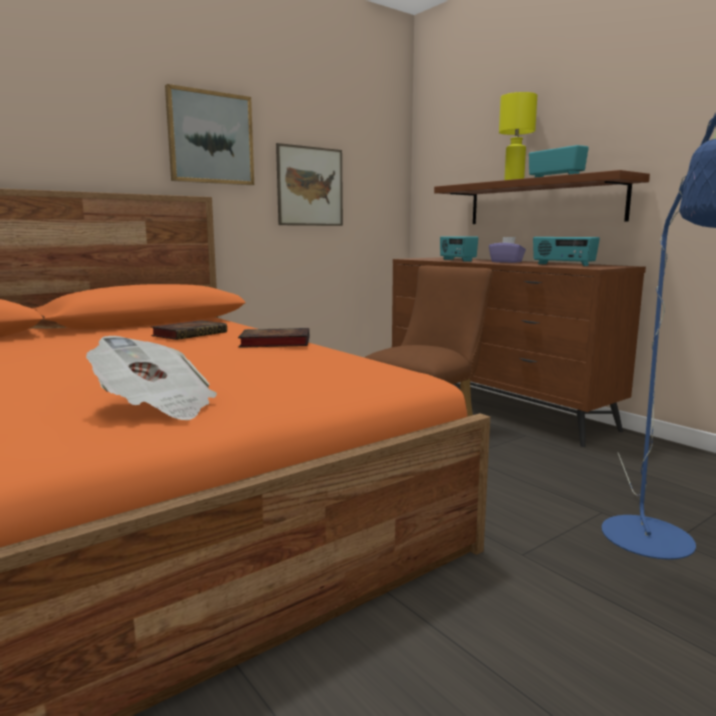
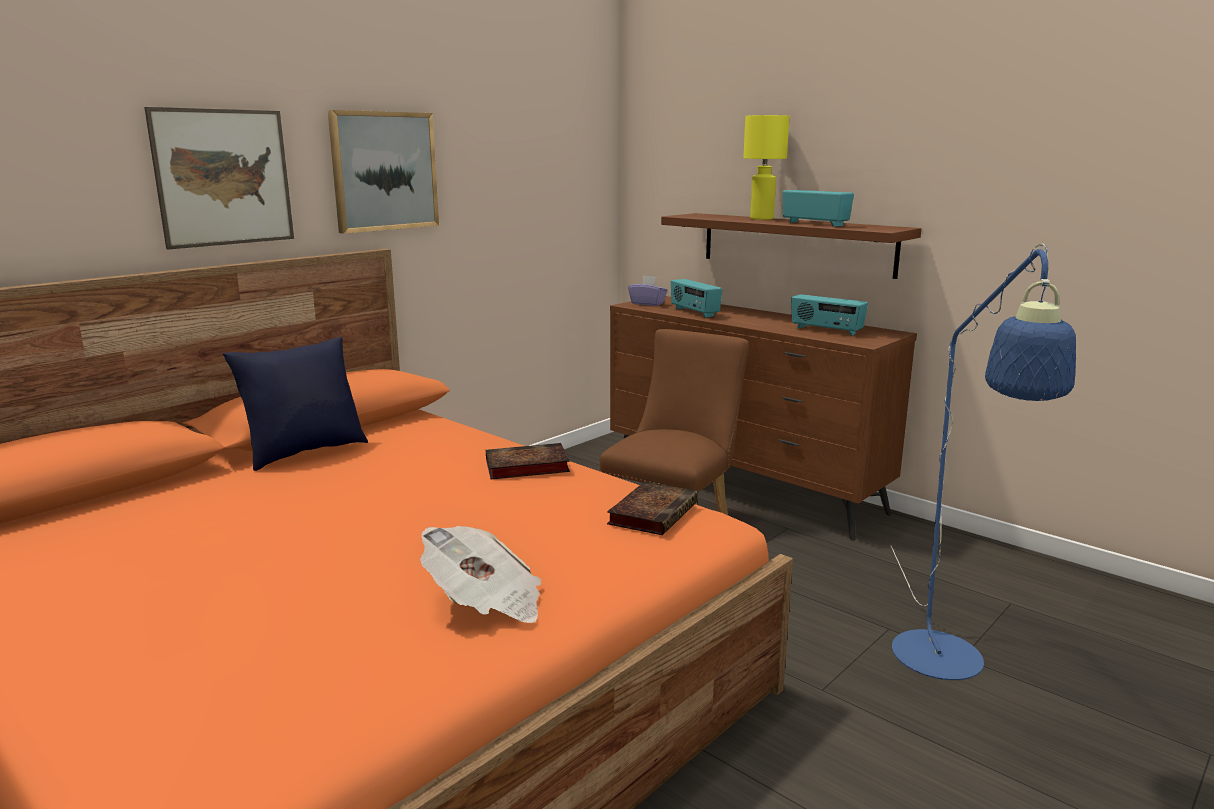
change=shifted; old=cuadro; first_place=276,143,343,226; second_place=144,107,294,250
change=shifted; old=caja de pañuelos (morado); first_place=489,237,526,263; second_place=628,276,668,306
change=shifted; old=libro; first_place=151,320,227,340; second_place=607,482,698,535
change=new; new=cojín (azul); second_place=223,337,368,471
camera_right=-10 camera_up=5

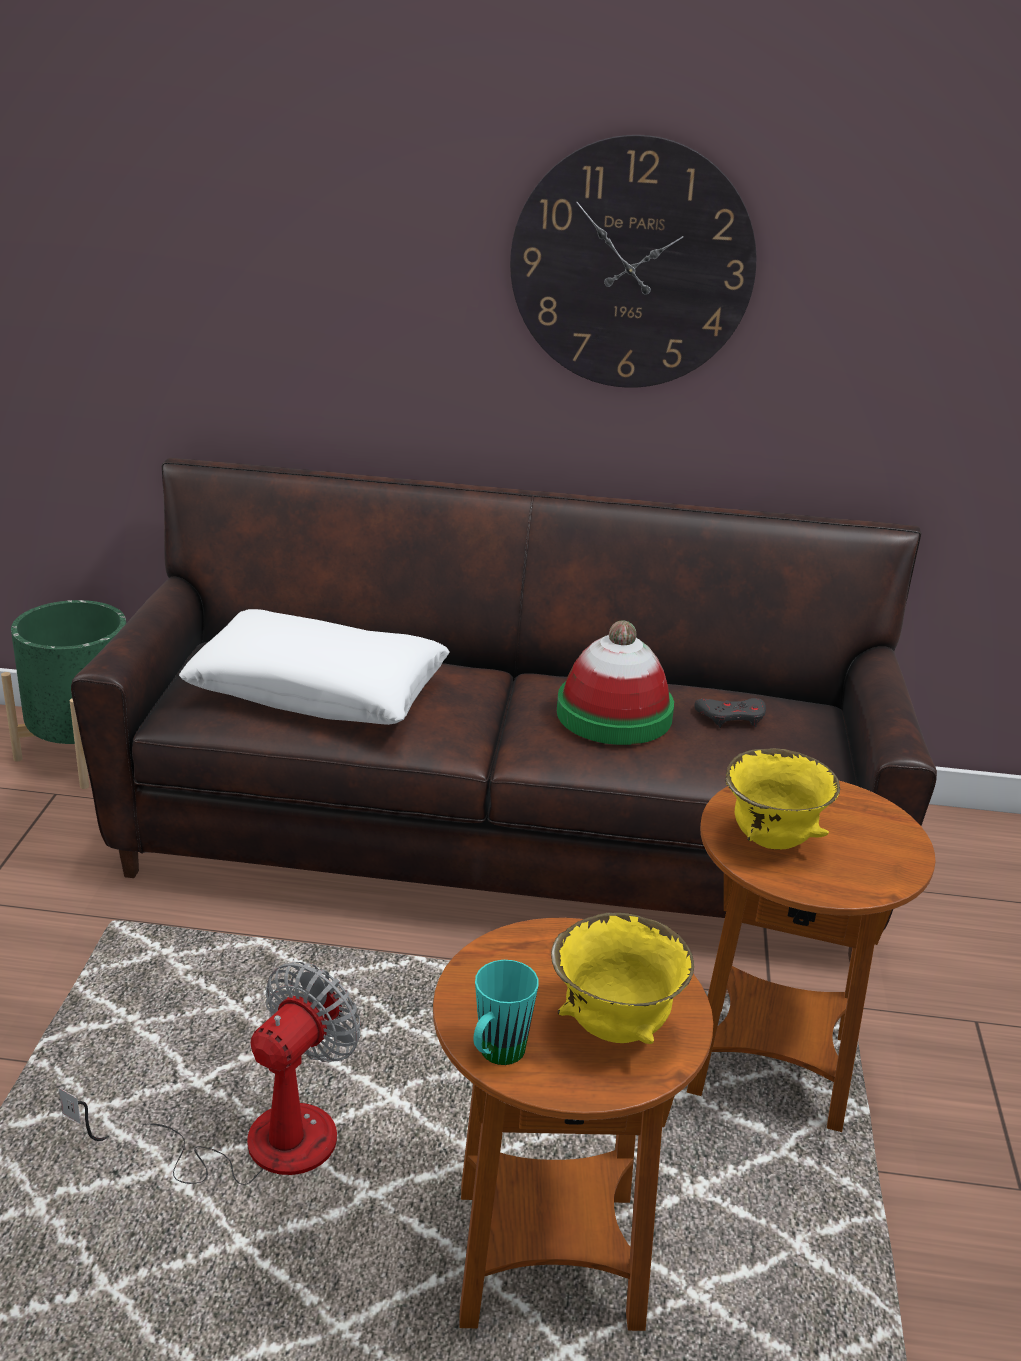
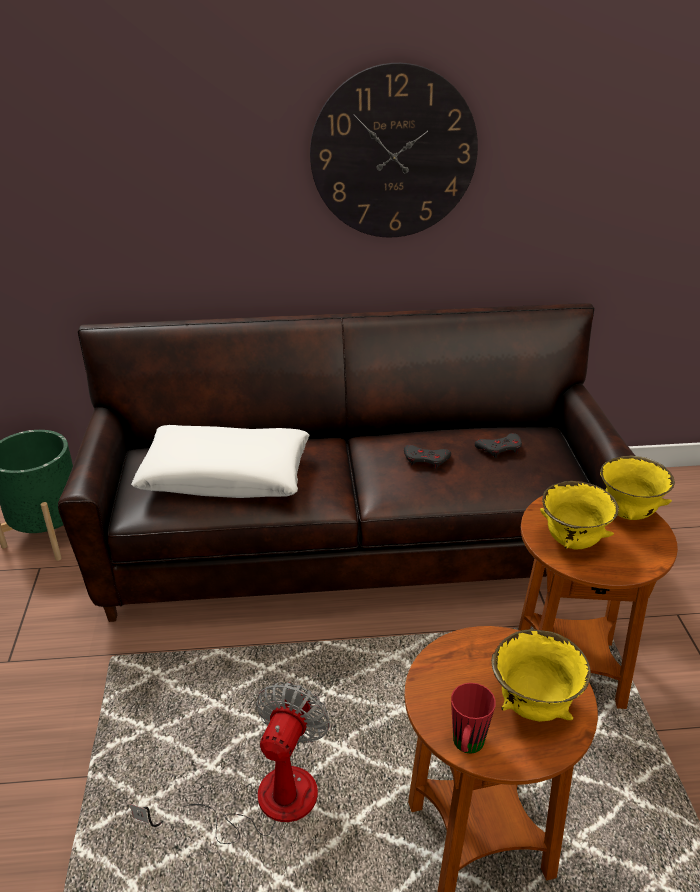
change=swapped; old=sombrero; new=mando de consola (gris); first_place=557,620,674,745; second_place=404,445,451,469
change=repainted; old=taza grande (turquesa); new=taza grande (rojo); first_place=473,960,539,1065; second_place=451,683,496,754
change=new; new=cuenco (amarillo); second_place=600,456,675,520
camera_right=-10 camera_up=5

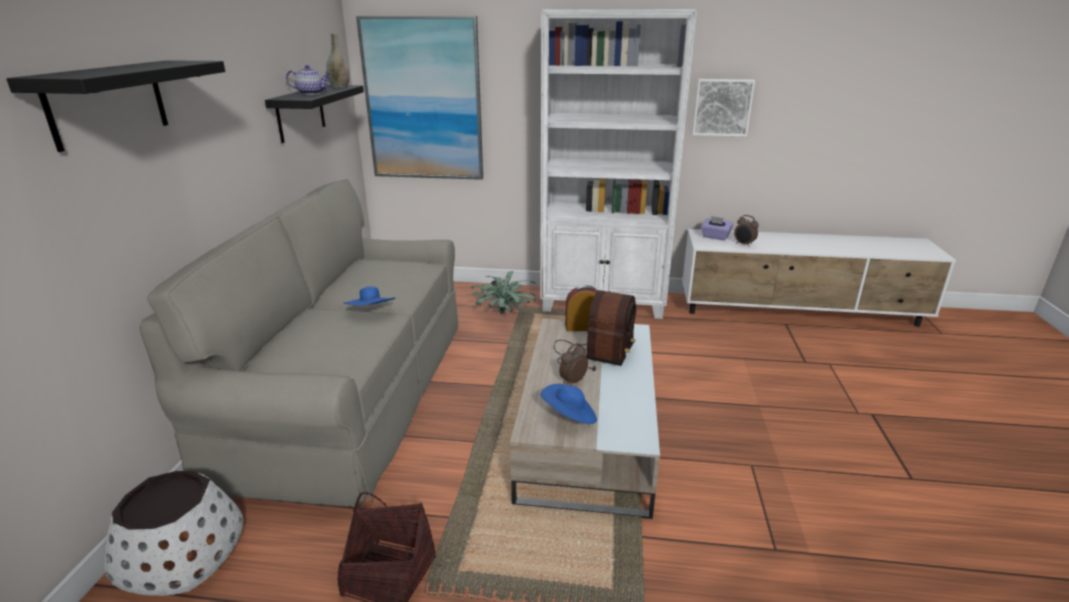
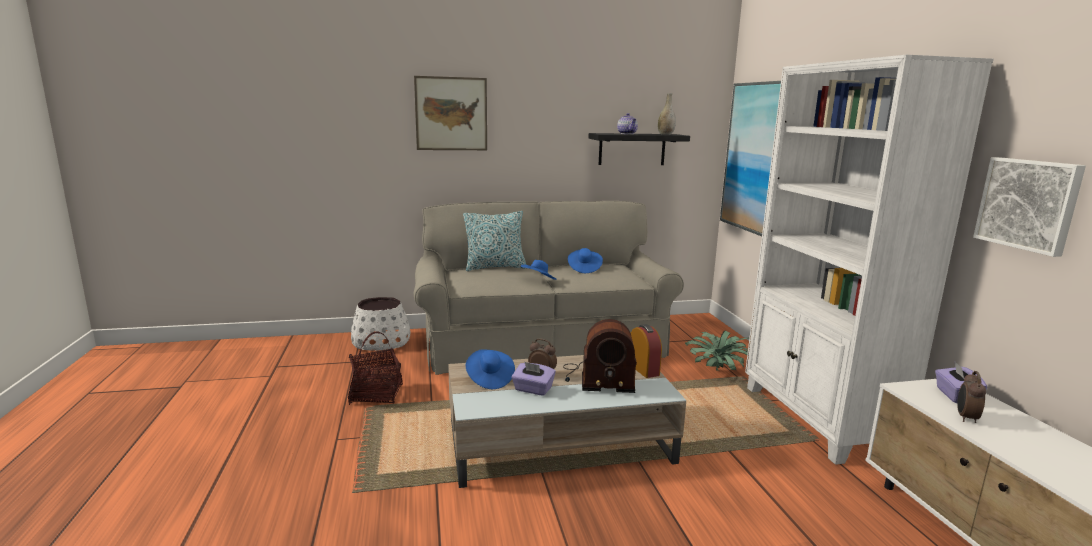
change=swapped; old=estante (negro); new=cuadro; first_place=6,60,225,152; second_place=414,76,487,150
change=new; new=cojín; second_place=463,211,526,271
change=new; new=sombrero (azul); second_place=568,248,603,273
change=new; new=caja de pañuelos (morado); second_place=511,362,556,396
camera_right=70 camera_up=-10

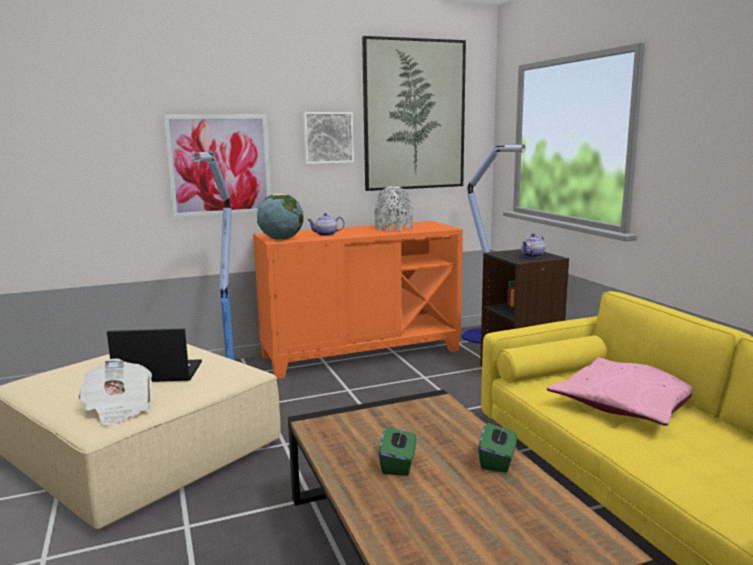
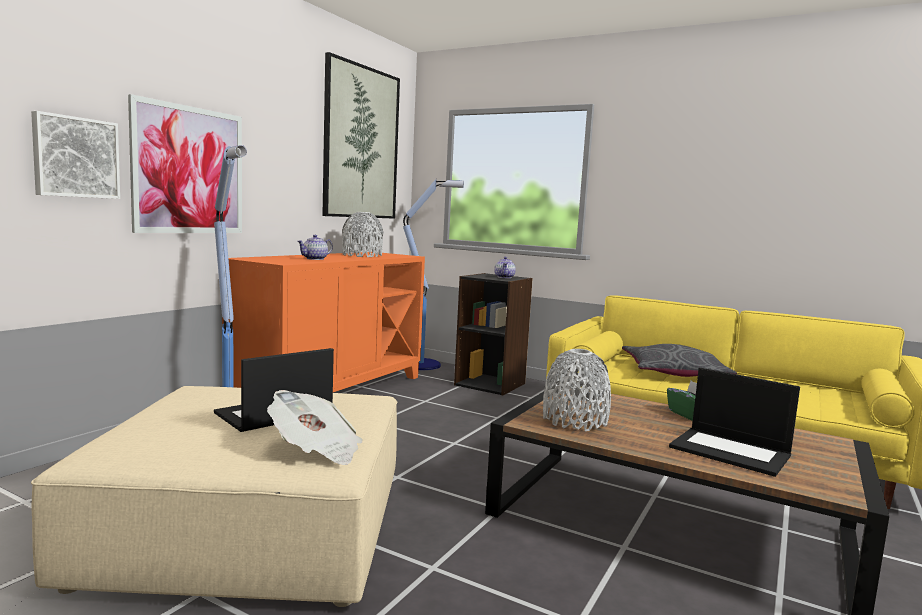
change=shifted; old=cuadro; first_place=303,112,354,164; second_place=31,111,120,199
change=gone; old=globo terráqueo; first_place=257,193,303,240
change=repainted; old=cojín (rosa); new=cojín (gris); first_place=547,357,693,426; second_place=622,344,737,377
change=gone; old=caja de pañuelos (verde); first_place=379,427,416,476
change=new; new=florero (gris); second_place=543,349,611,431
change=new; new=portátil; second_place=669,368,800,477
camera_right=-40 camera_up=-5

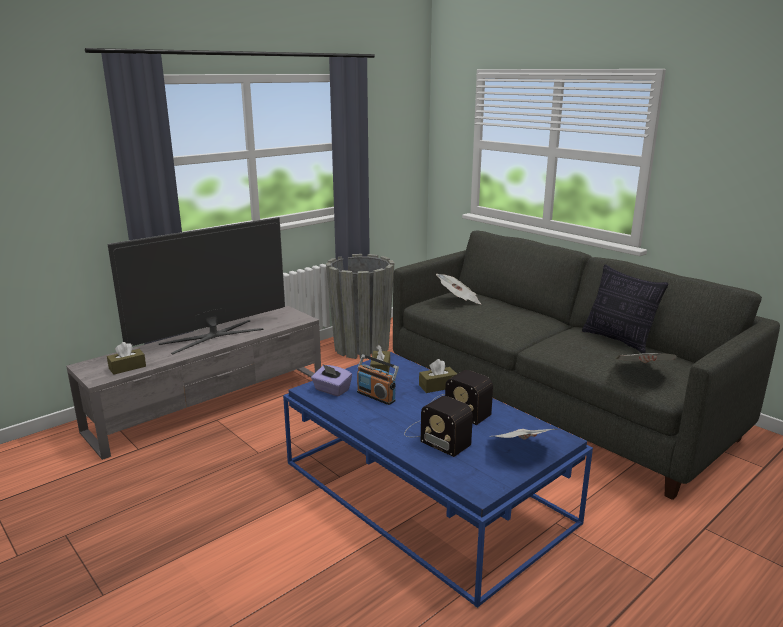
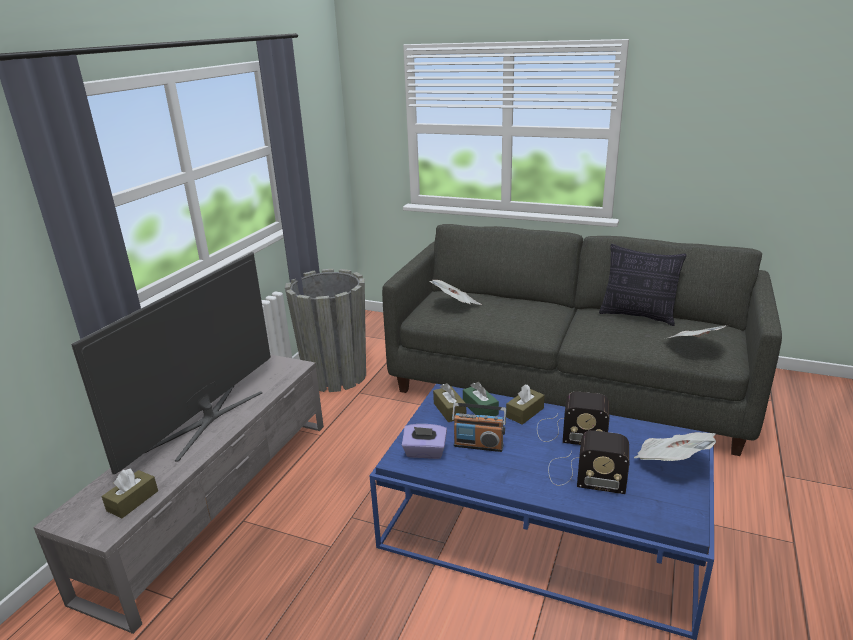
change=new; new=caja de pañuelos (verde); second_place=463,382,499,416
camera_right=-25 camera_up=5

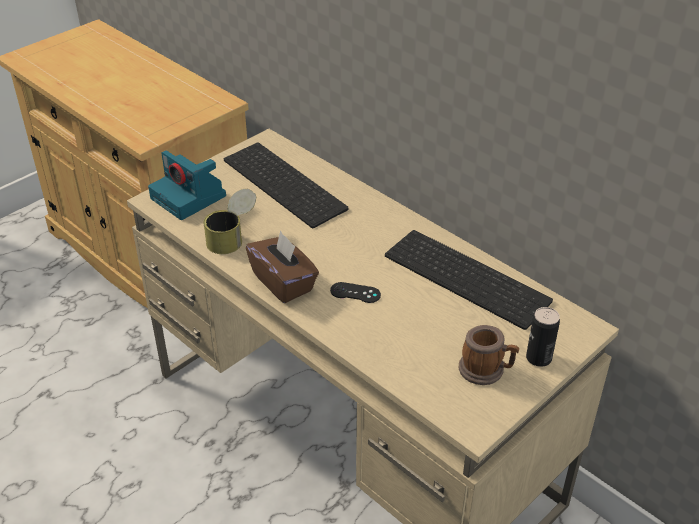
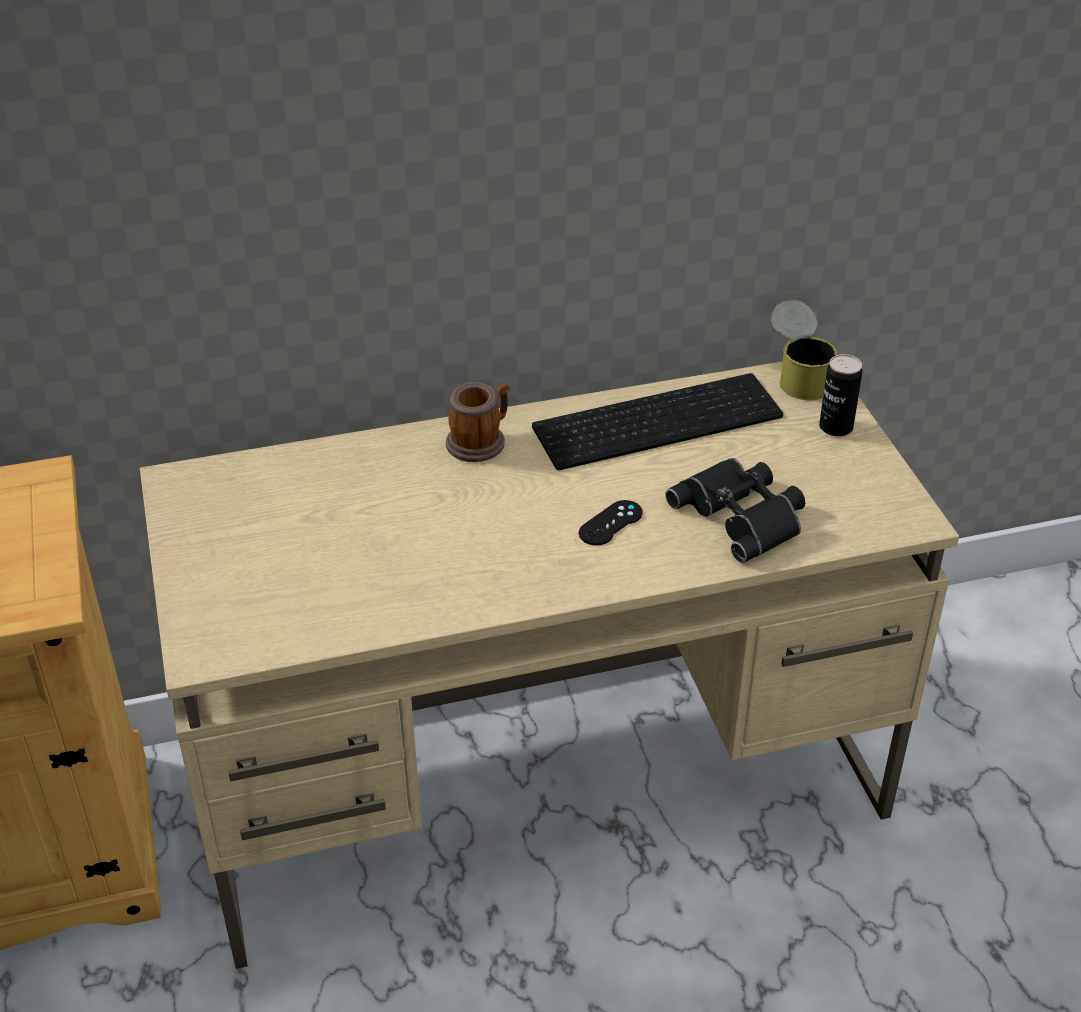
change=gone; old=teclado; first_place=224,143,348,228
change=gone; old=cámara; first_place=148,150,226,220
change=shifted; old=lata; first_place=203,189,256,254; second_place=771,300,838,400
change=gone; old=caja de pañuelos (marrón); first_place=246,230,319,303
change=shifted; old=taza grande; first_place=459,325,519,385; second_place=446,382,510,462
change=new; new=prismáticos (negro); second_place=665,458,805,563
camera_right=-60 camera_up=0

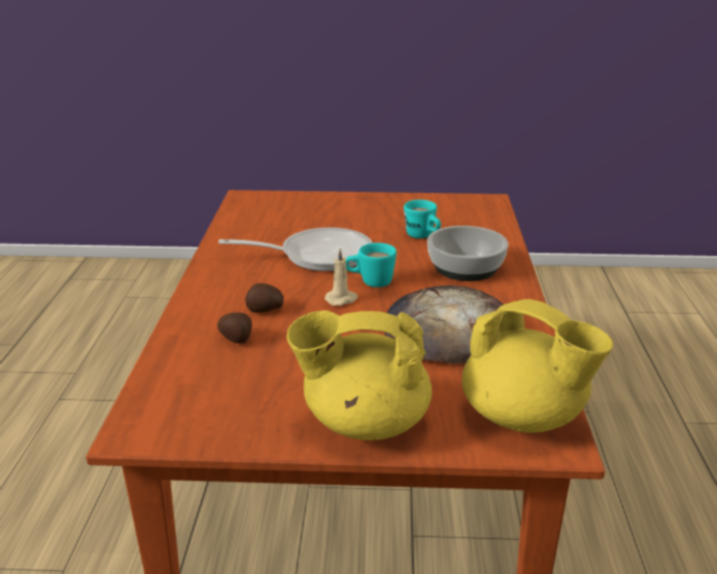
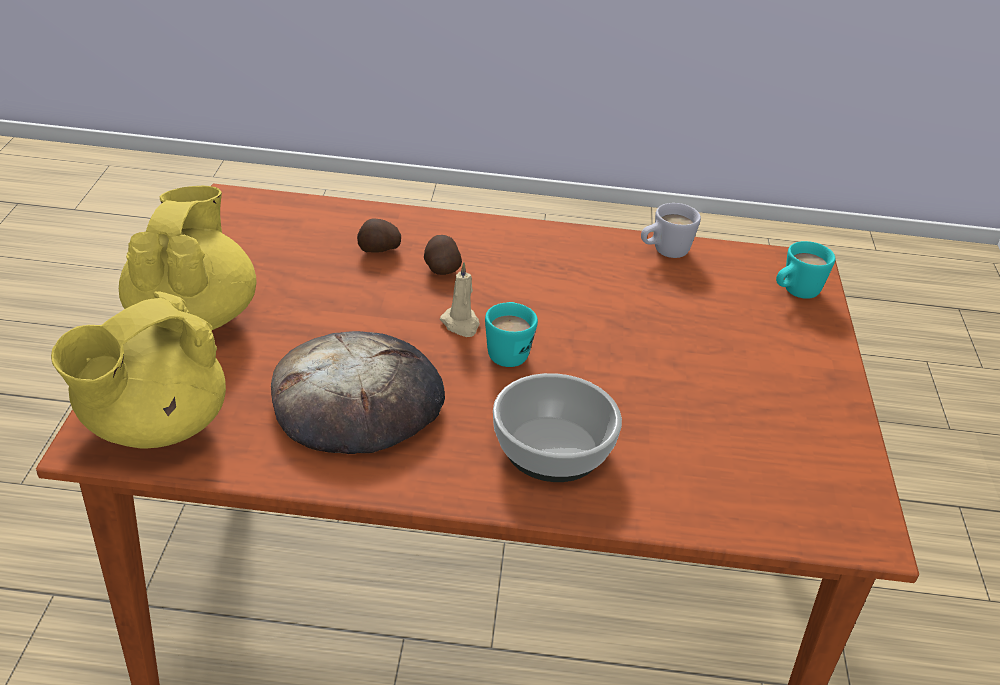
change=shifted; old=taza grande (turquesa); first_place=404,200,441,238; second_place=776,241,835,299
change=gone; old=sartén; first_place=219,227,372,271
change=new; new=taza grande (blanco); second_place=641,203,701,258
camera_right=90 camera_up=10

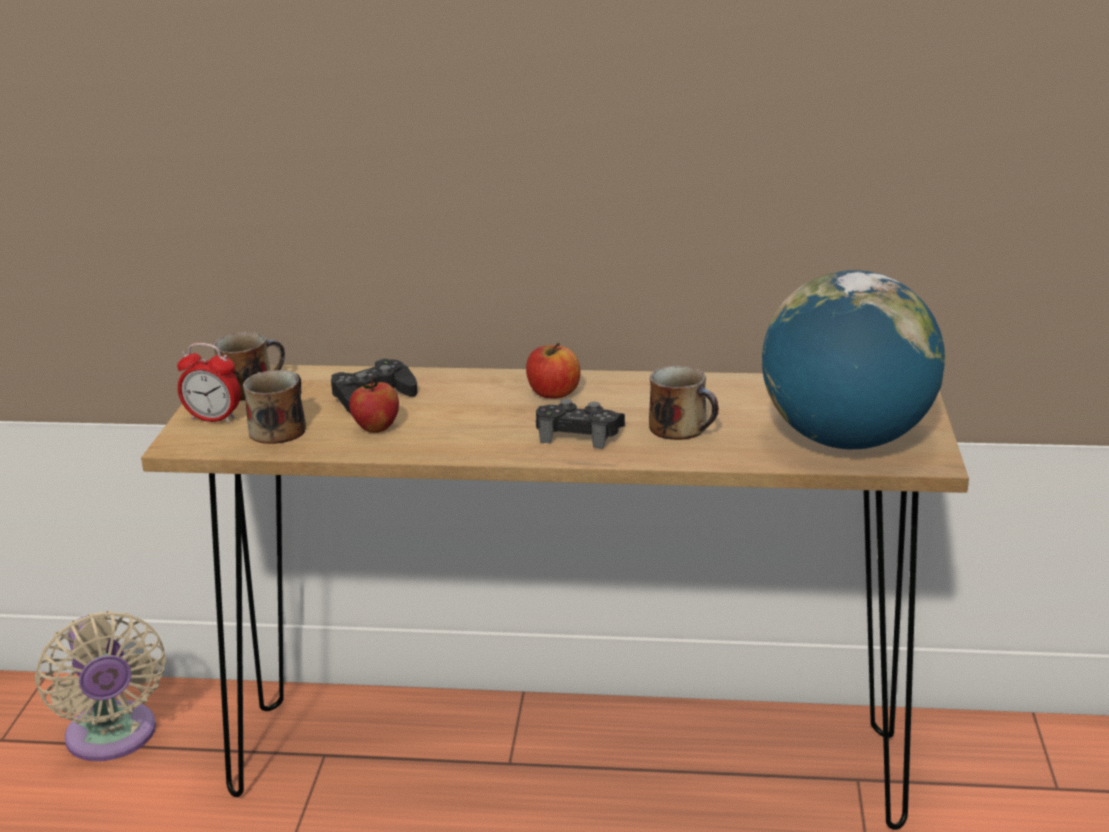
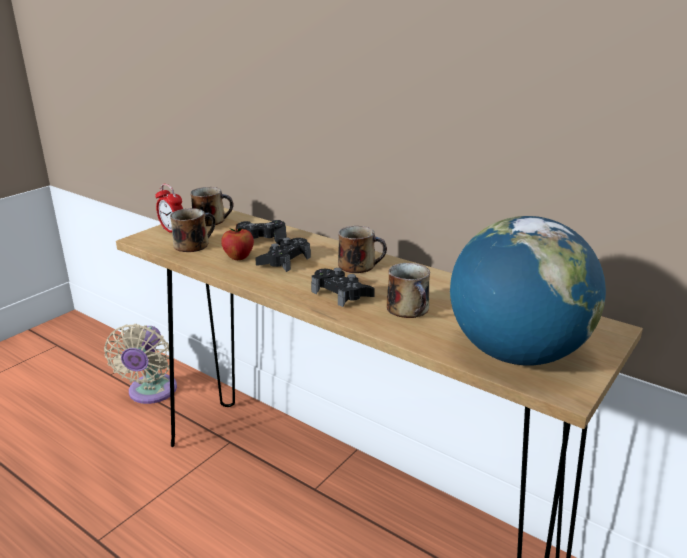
change=swapped; old=manzana; new=taza grande; first_place=526,343,580,398; second_place=338,226,387,273
change=new; new=mando de consola (negro); second_place=255,237,311,272
camera_right=30 camera_up=0

